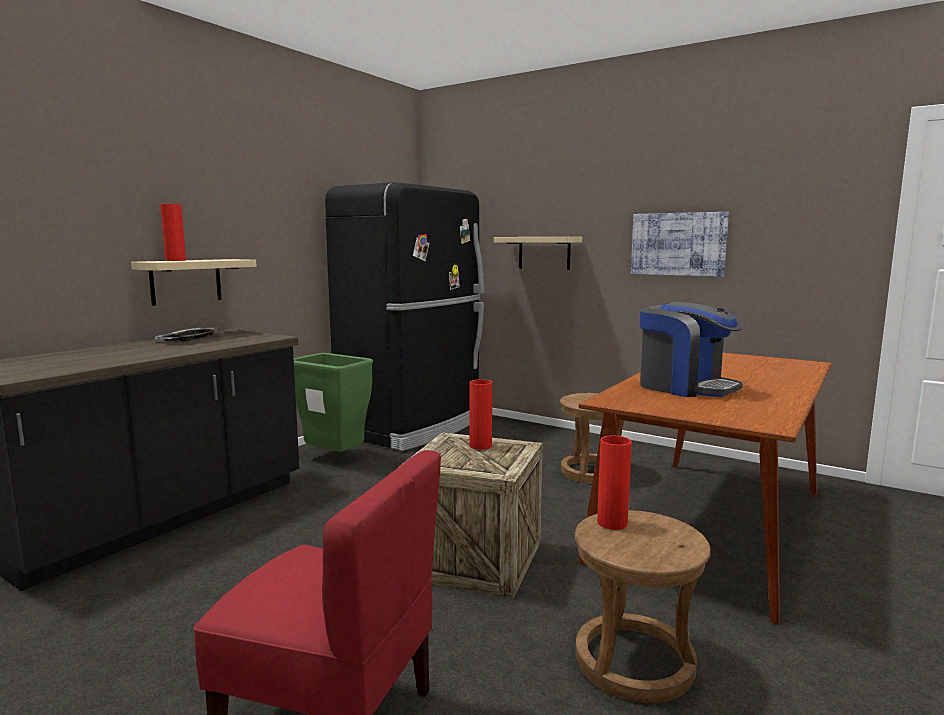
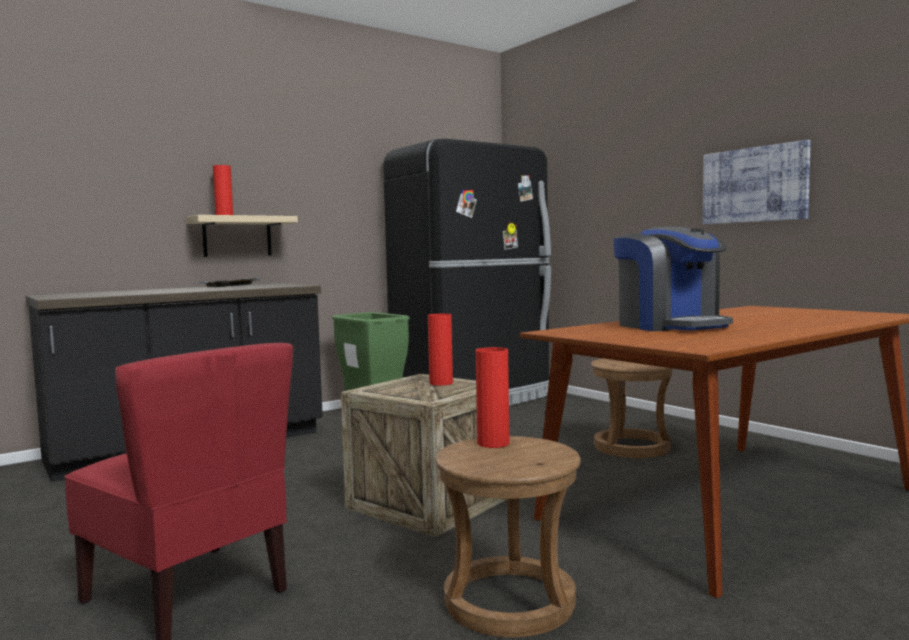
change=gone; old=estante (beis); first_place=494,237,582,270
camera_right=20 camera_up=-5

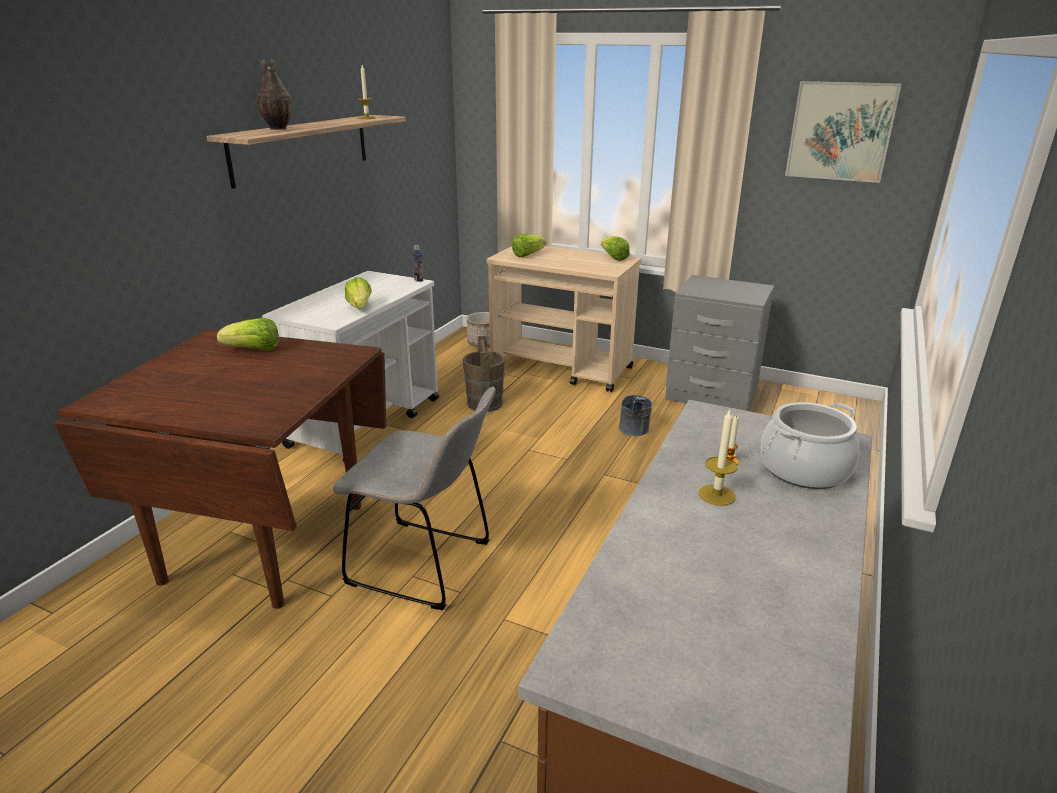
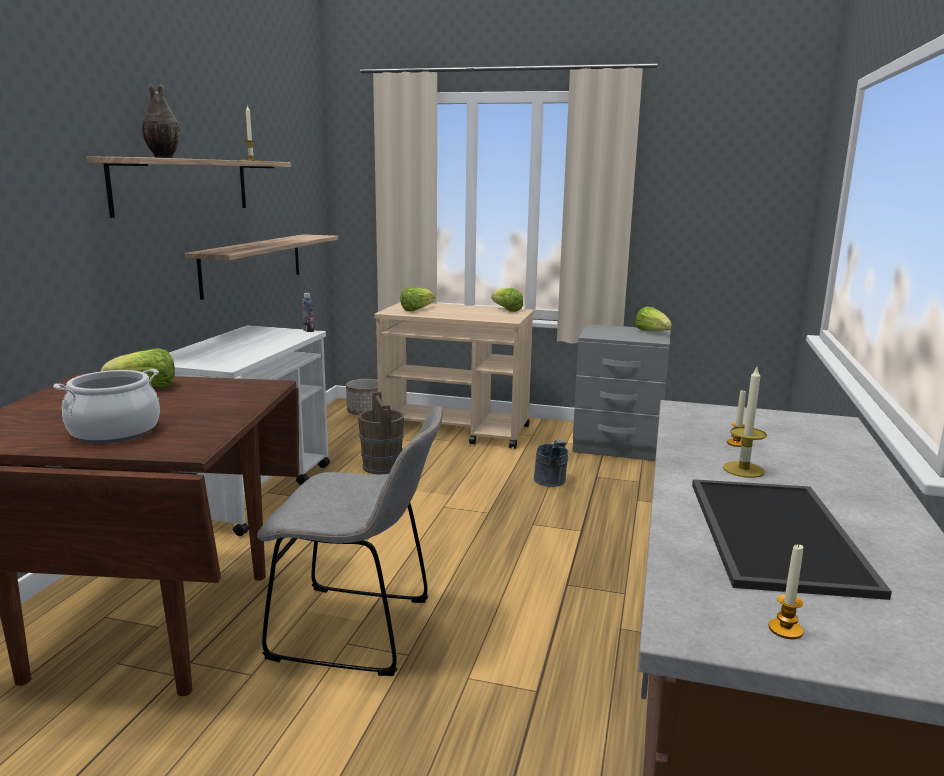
change=gone; old=cuadro; first_place=785,81,902,183
change=shifted; old=lechuga; first_place=345,277,372,309; second_place=635,306,672,331
change=shifted; old=olla; first_place=760,402,860,489; second_place=53,369,160,443
change=new; new=estante; second_place=185,234,338,300
change=new; new=bandeja; second_place=692,479,892,600
change=new; new=vela; second_place=768,544,804,639
camera_right=-10 camera_up=-10

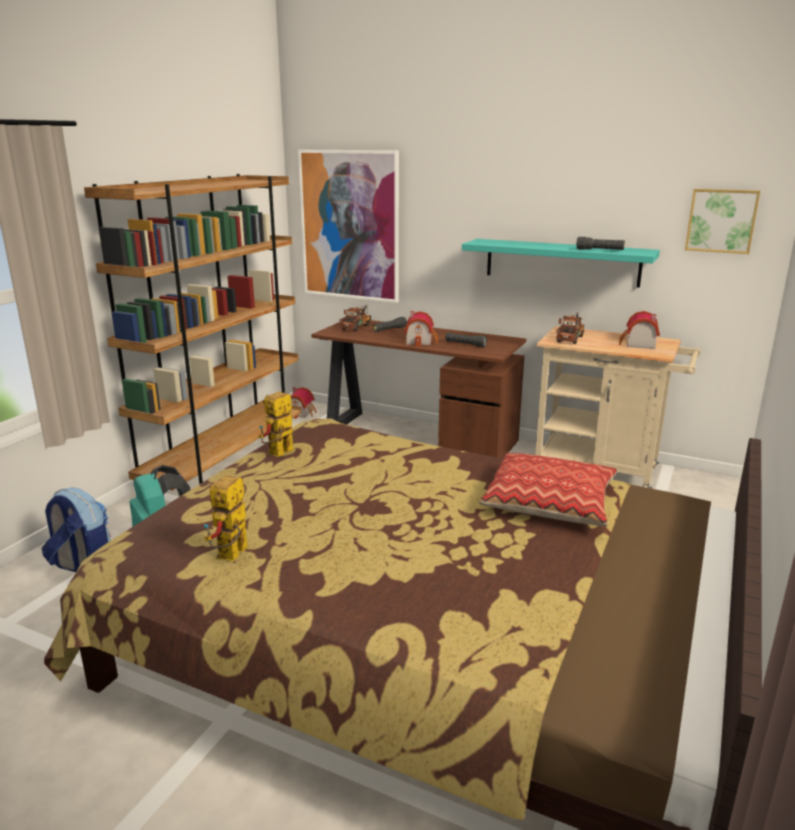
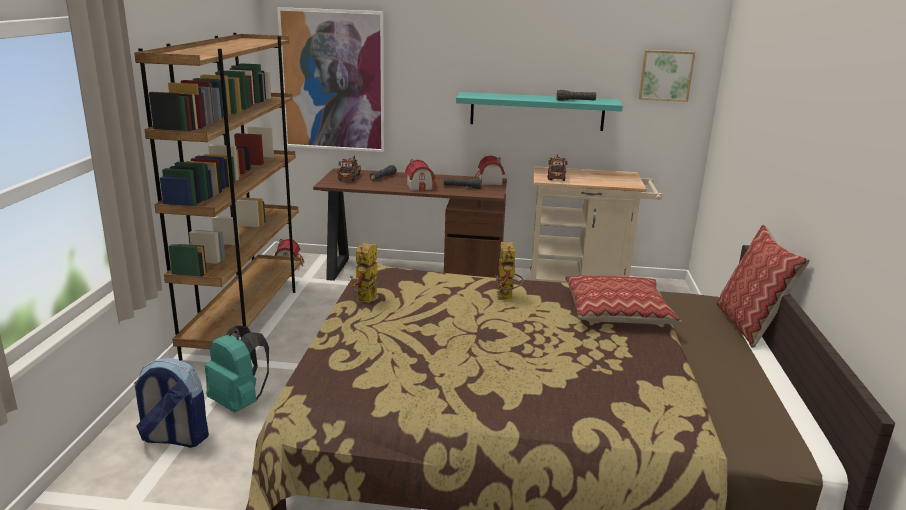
change=shifted; old=casita; first_place=619,311,660,349; second_place=474,155,505,185
change=shifted; old=robot de juguete; first_place=204,475,248,561; second_place=495,242,523,300
change=new; new=cojín; second_place=716,225,810,348
camera_right=-20 camera_up=0

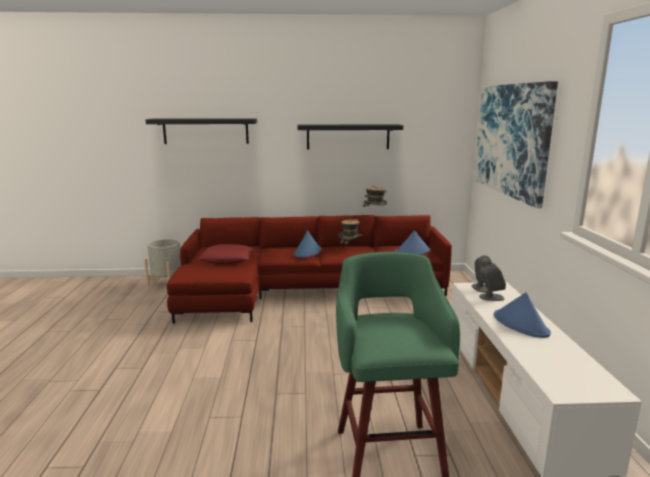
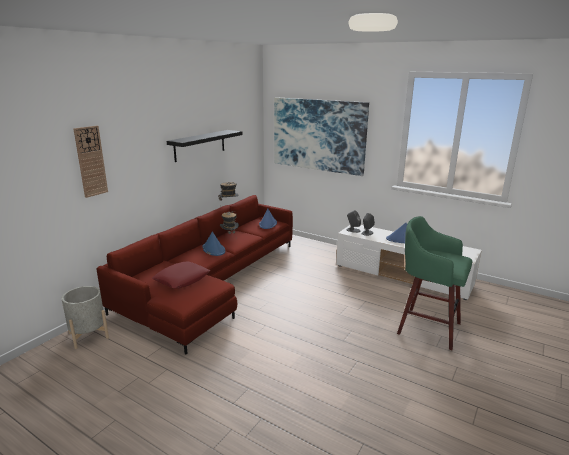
change=swapped; old=estante (negro); new=reloj de pared; first_place=146,118,257,144; second_place=73,126,108,198
camera_right=-55 camera_up=5

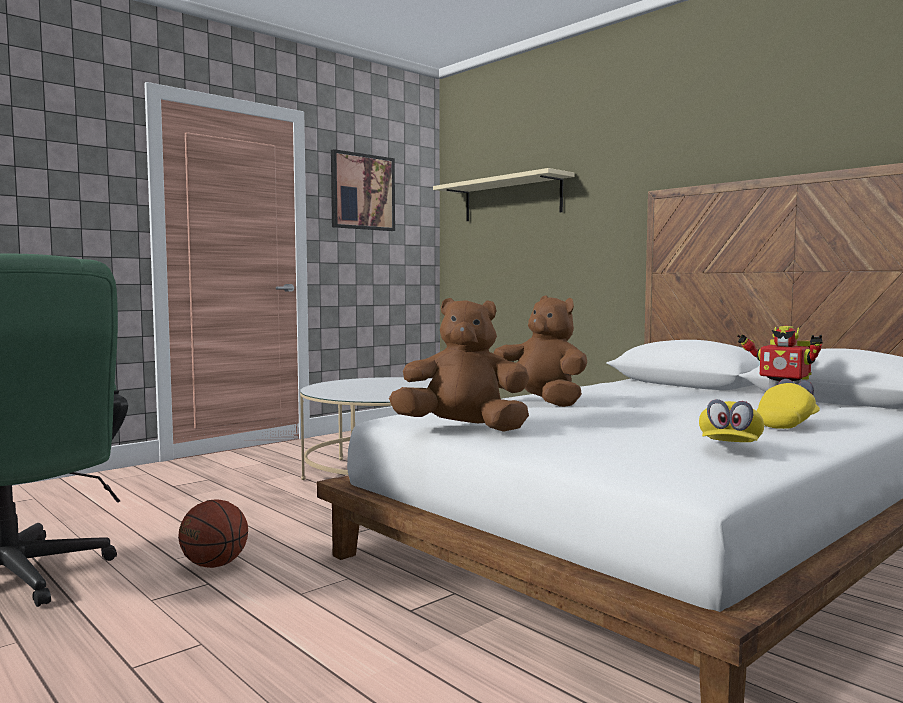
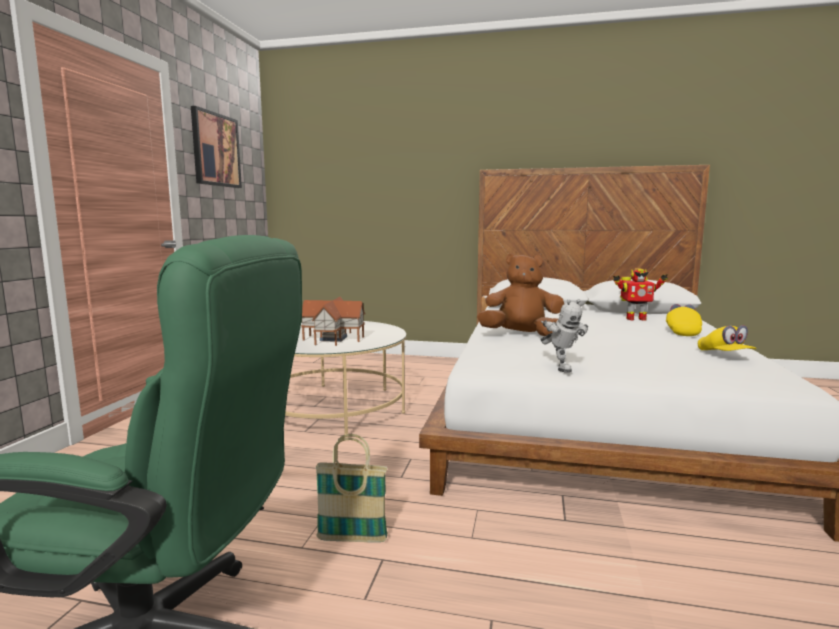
change=gone; old=estante (beis); first_place=433,168,574,221
change=swapped; old=peluche (marrón); new=robot de juguete; first_place=389,298,529,432; second_place=540,299,588,373
change=swapped; old=balón de baloncesto; new=cesta; first_place=178,499,248,568; second_place=315,434,388,542
change=new; new=casita; second_place=301,297,365,346
camera_right=-35 camera_up=5

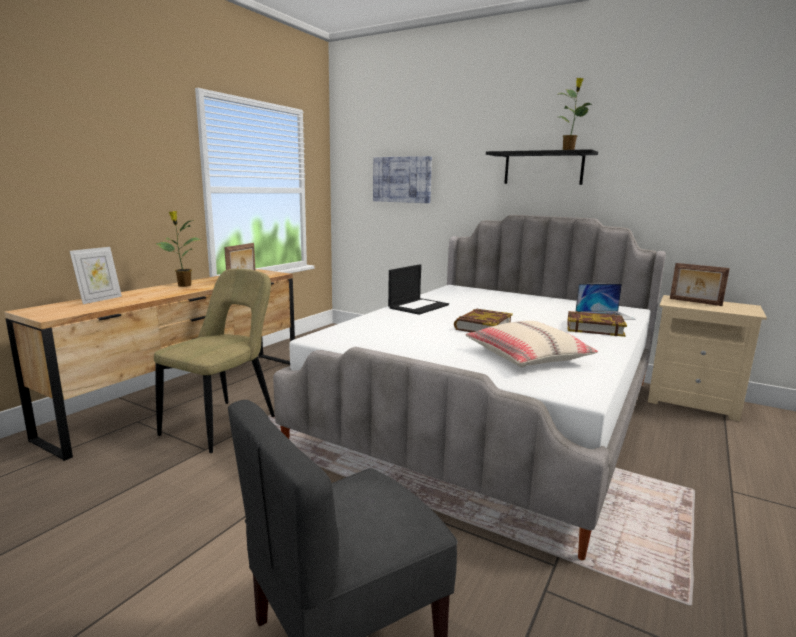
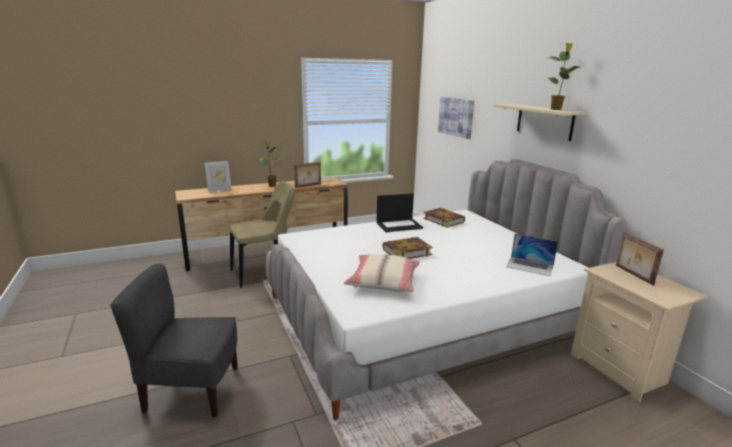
change=repainted; old=estante (negro); new=estante (beis); first_place=486,149,598,185; second_place=493,104,586,141
change=shifted; old=libro; first_place=567,311,627,337; second_place=423,208,465,228
camera_right=35 camera_up=5

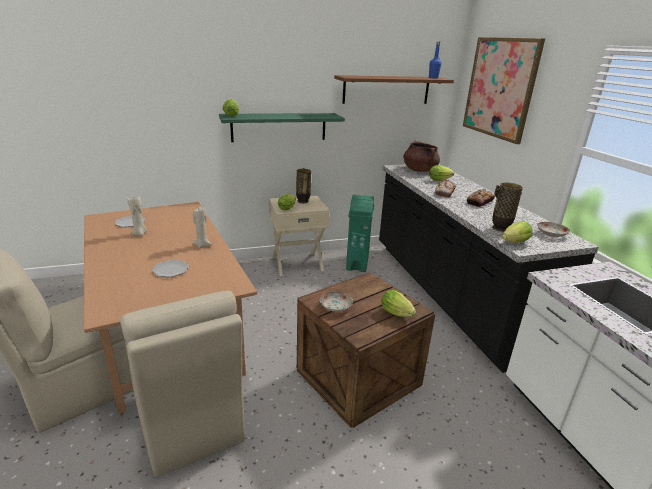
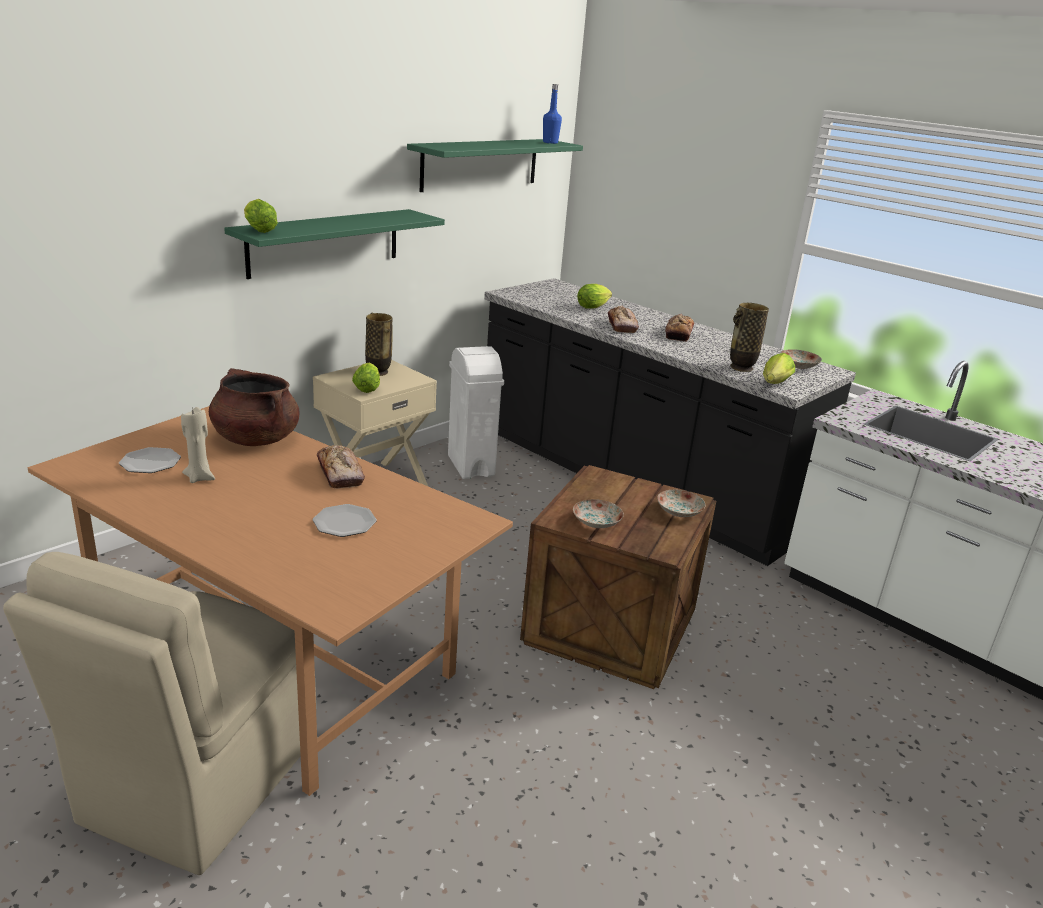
change=gone; old=cuadro; first_place=463,37,545,144
change=repainted; old=estante (marrón); new=estante (verde); first_place=334,75,454,104; second_place=407,139,583,192
change=shifted; old=olla (marrón); first_place=404,141,440,172; second_place=209,368,300,446
change=repainted; old=papelera (verde); new=papelera (blanco); first_place=346,195,374,272; second_place=448,346,504,479
change=swapped; old=vela (beis); new=pan; first_place=193,207,212,248; second_place=317,445,365,489
change=swapped; old=lechuga; new=plato; first_place=381,290,416,317; second_place=657,490,706,517
change=gone; old=silla (beis); first_place=120,291,245,477
camera_right=-30 camera_up=0

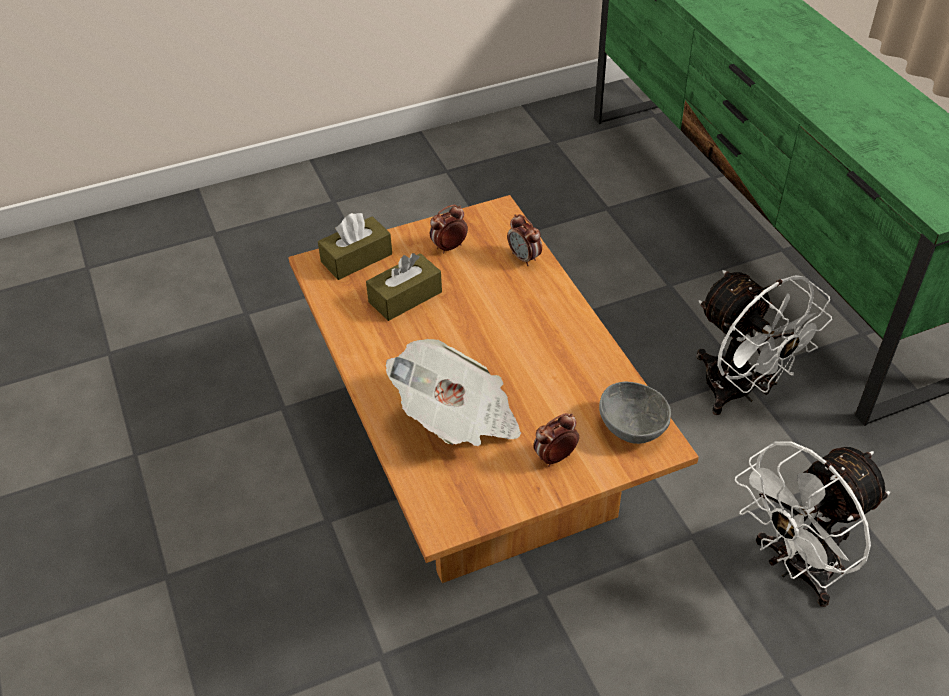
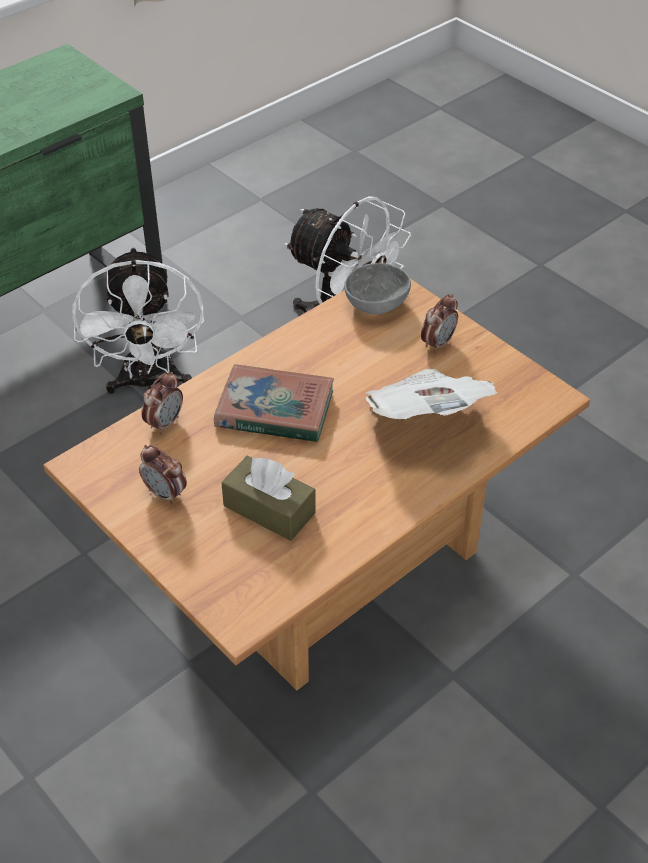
change=gone; old=caja de pañuelos (marrón); first_place=318,213,392,280
change=rotated; old=ventilador (blanco); first_place=697,270,832,415; second_place=72,247,204,394; degrees=135
change=rotated; old=despertador; first_place=533,413,579,467; second_place=421,294,458,353; degrees=-90
change=new; new=libro; second_place=214,364,334,442
camera_right=-110 camera_up=0

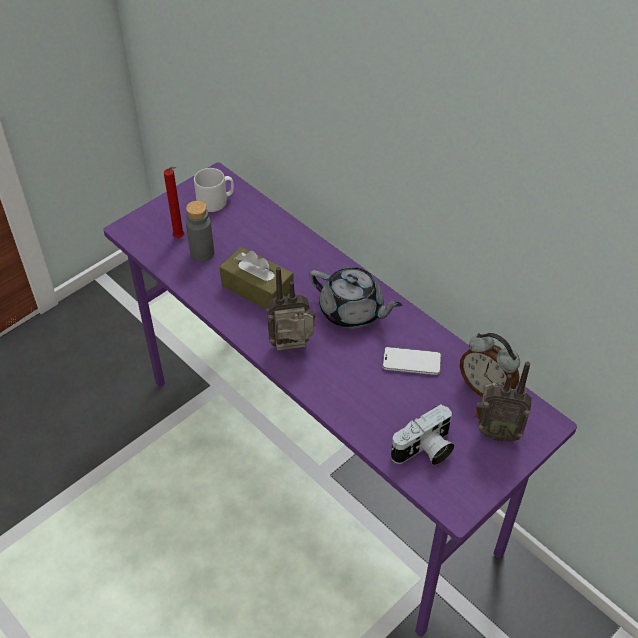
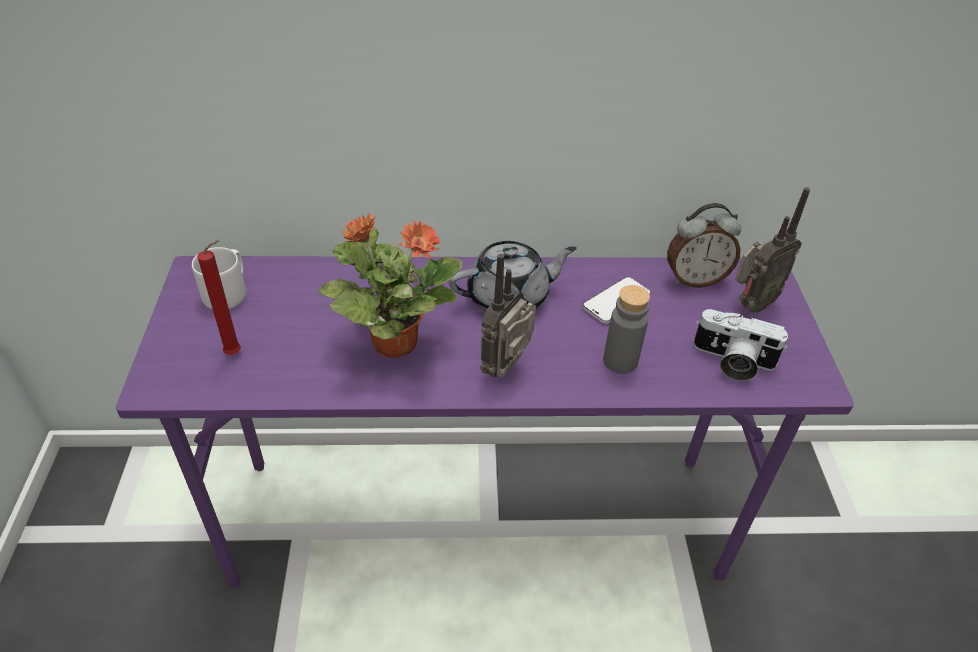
change=shifted; old=botella (gris); first_place=186,201,214,262; second_place=603,285,650,374
change=swapped; old=caja de pañuelos (marrón); new=planta en maceta; first_place=219,247,294,310; second_place=318,213,463,358
change=rotated; old=cámara; first_place=391,404,455,465; second_place=693,309,788,381; degrees=105
camera_right=-50 camera_up=-5

